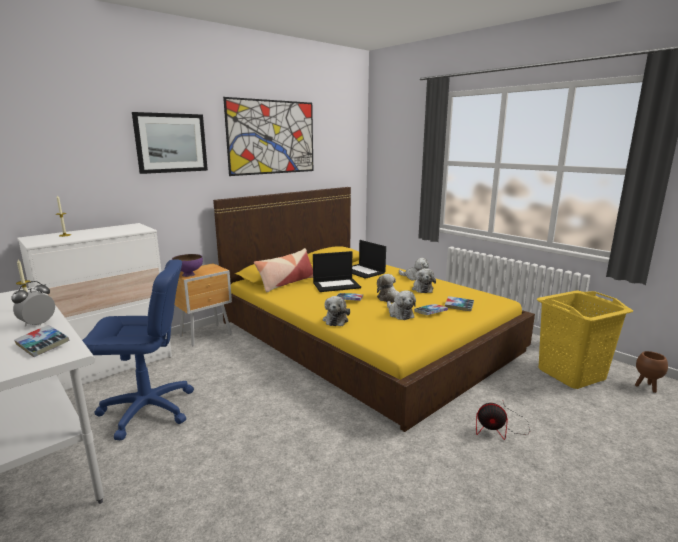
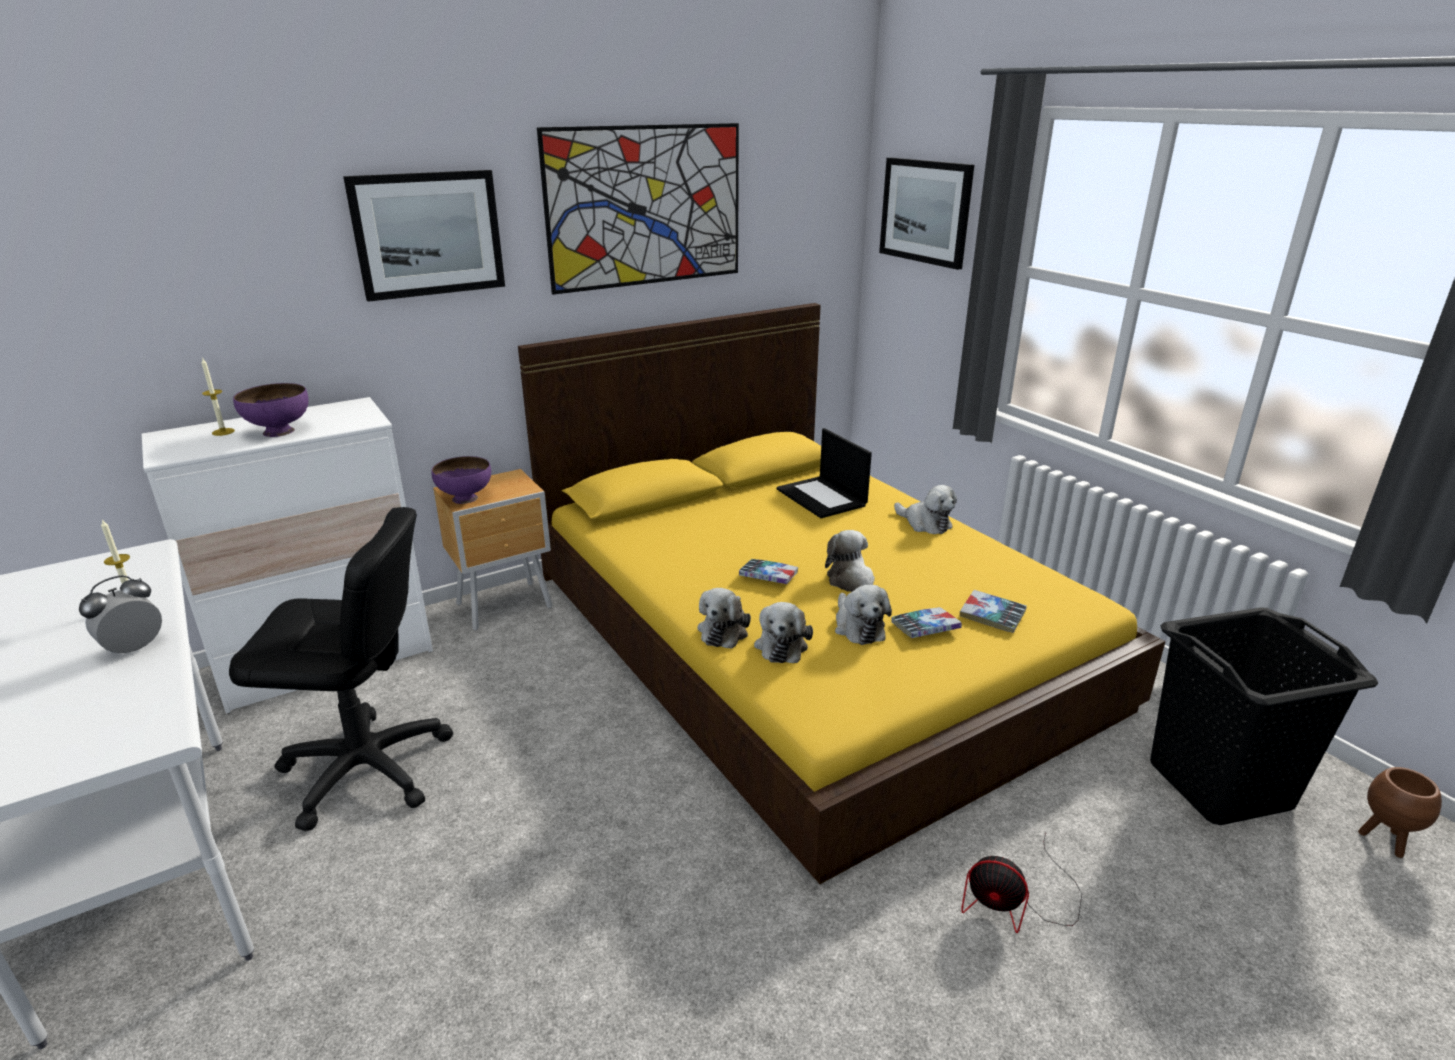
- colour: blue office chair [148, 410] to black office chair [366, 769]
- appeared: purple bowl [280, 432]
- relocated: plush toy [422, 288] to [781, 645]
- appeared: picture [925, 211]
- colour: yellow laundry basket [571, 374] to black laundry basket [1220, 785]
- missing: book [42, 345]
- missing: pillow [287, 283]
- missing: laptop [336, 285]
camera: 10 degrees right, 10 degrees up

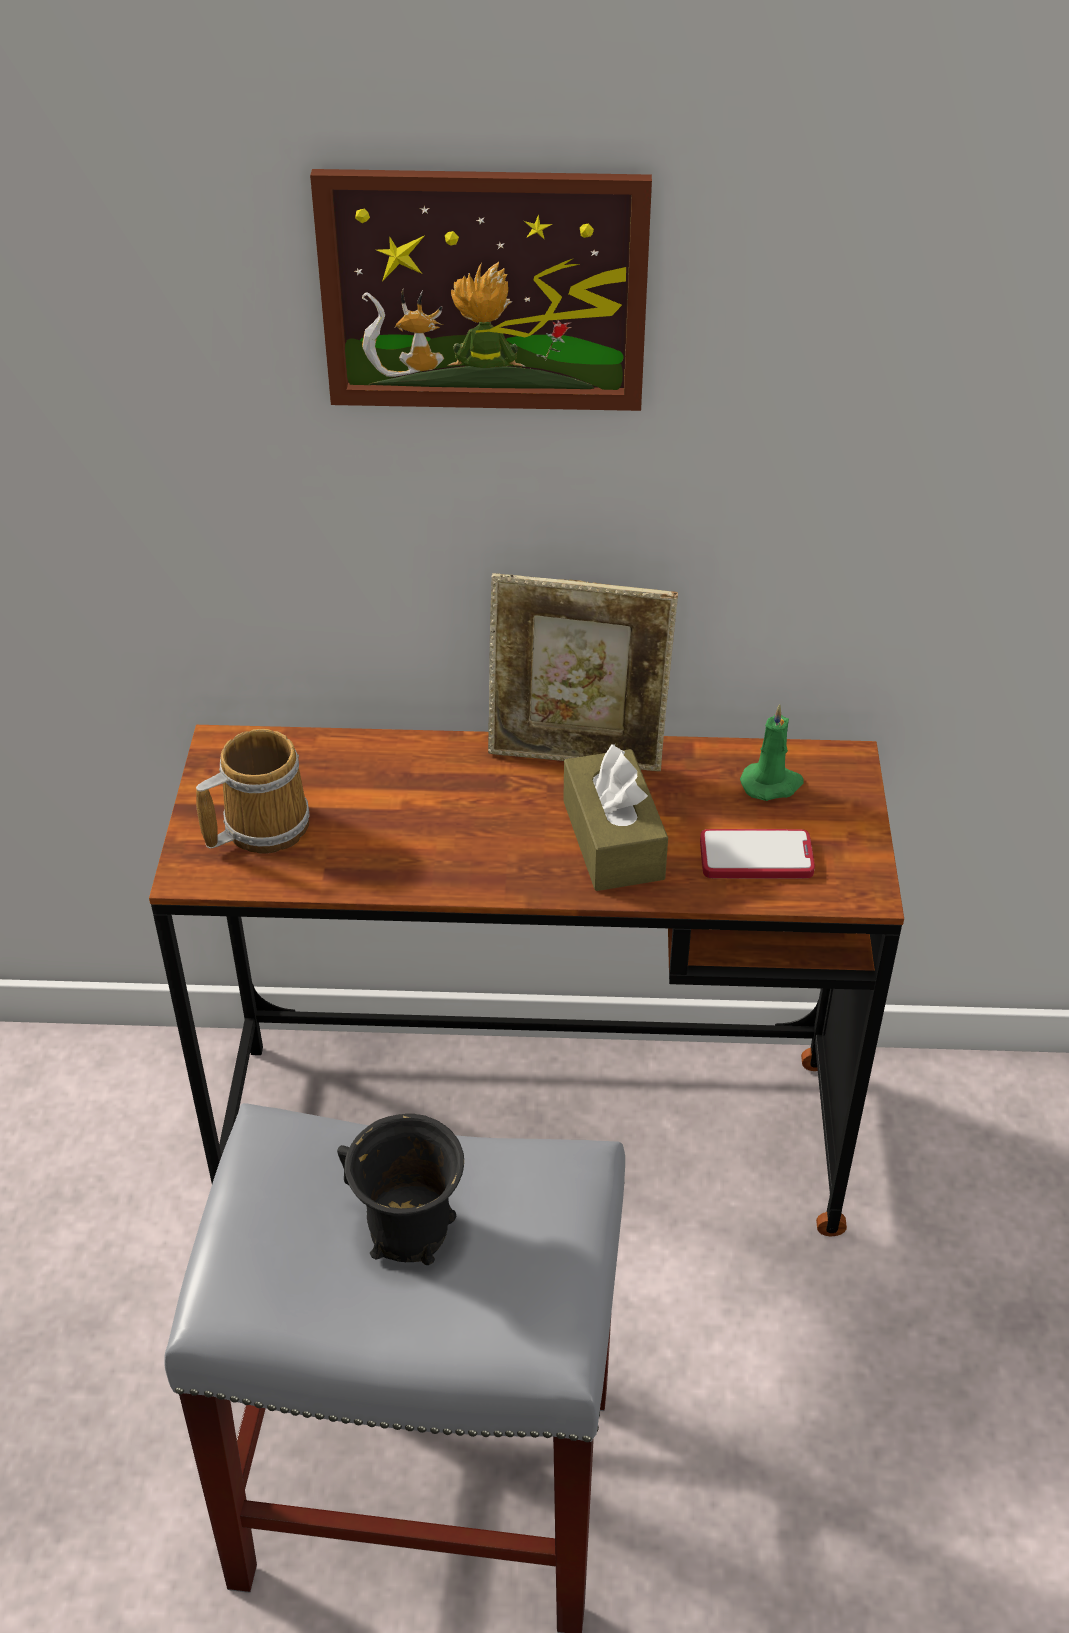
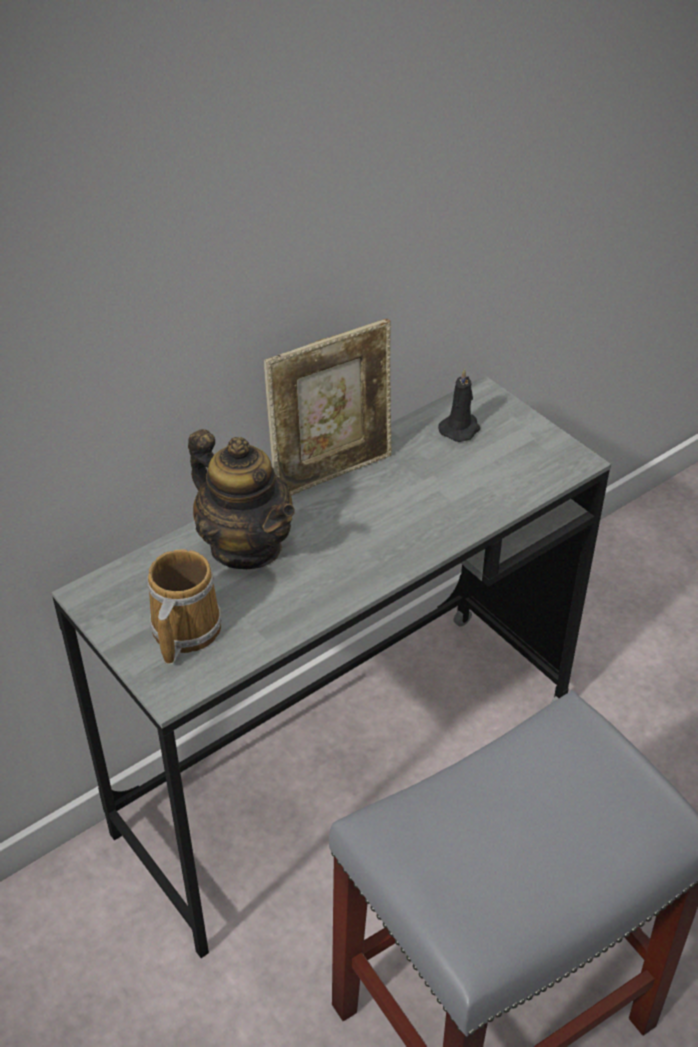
- colour: brown desk [531, 1136] to grey desk [347, 768]
- appeared: teapot [246, 546]
- colour: green candle [772, 784] to black candle [460, 428]
- missing: picture [484, 291]
- missing: black mug [408, 1231]
- missing: brown tissue box [613, 840]
- missing: phone [756, 857]
camera: 40 degrees left, 0 degrees up

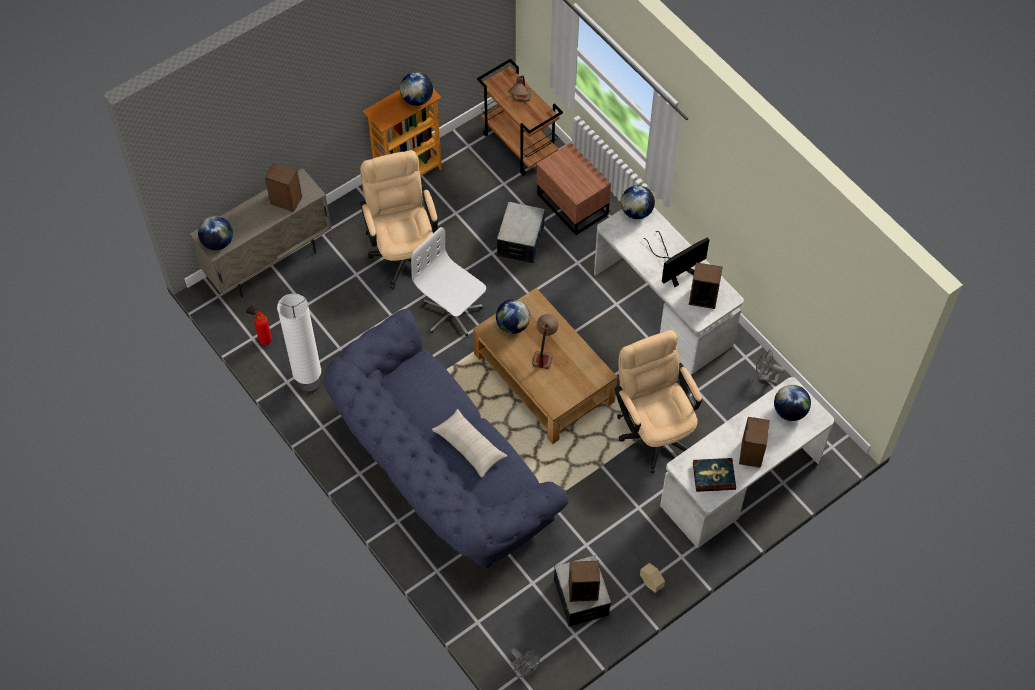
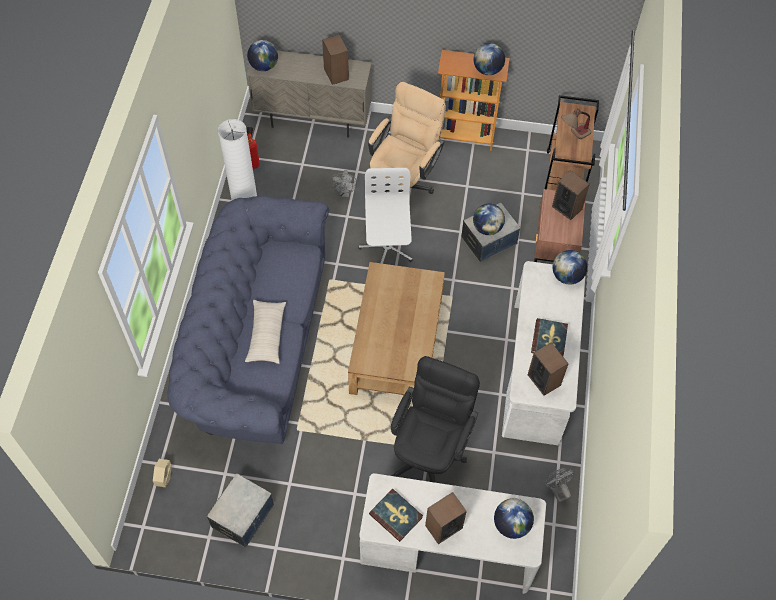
- relocated: beige planter [651, 583] to [164, 478]
- relocated: grey fan [524, 669] to [345, 193]
- colour: beige office chair [654, 430] to black office chair [430, 451]
- relocated: globe [513, 325] to [487, 228]
- exchanged: monitor [675, 267] to book [549, 339]
- relocated: speaker [583, 590] to [567, 207]
- missing: table lamp [544, 350]
camera: 45 degrees right, 0 degrees up

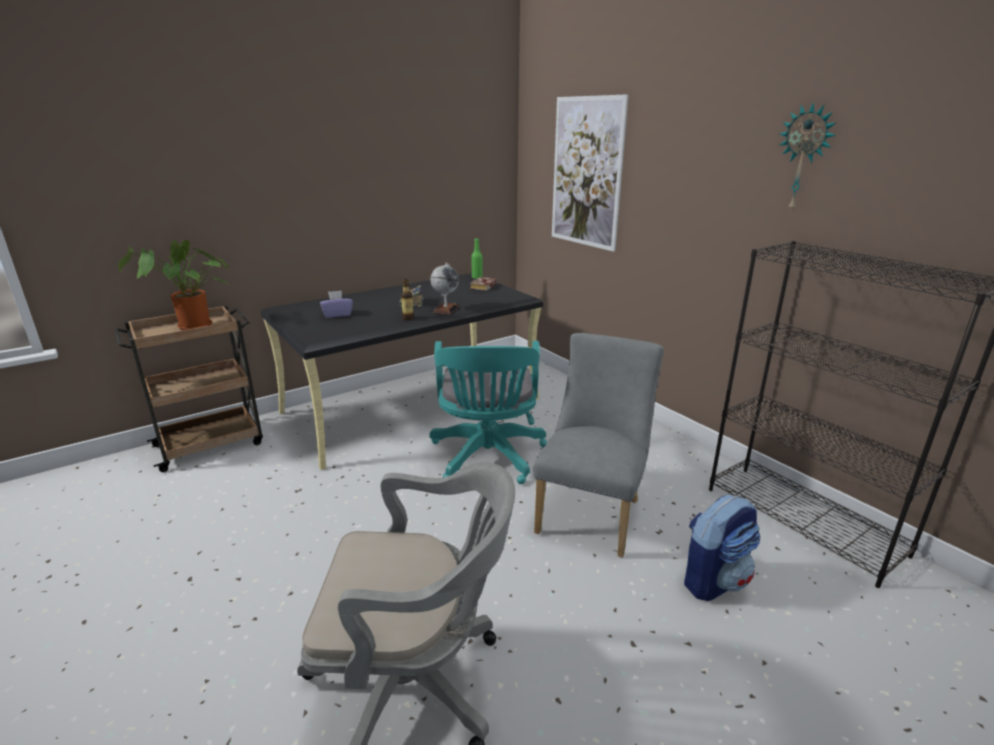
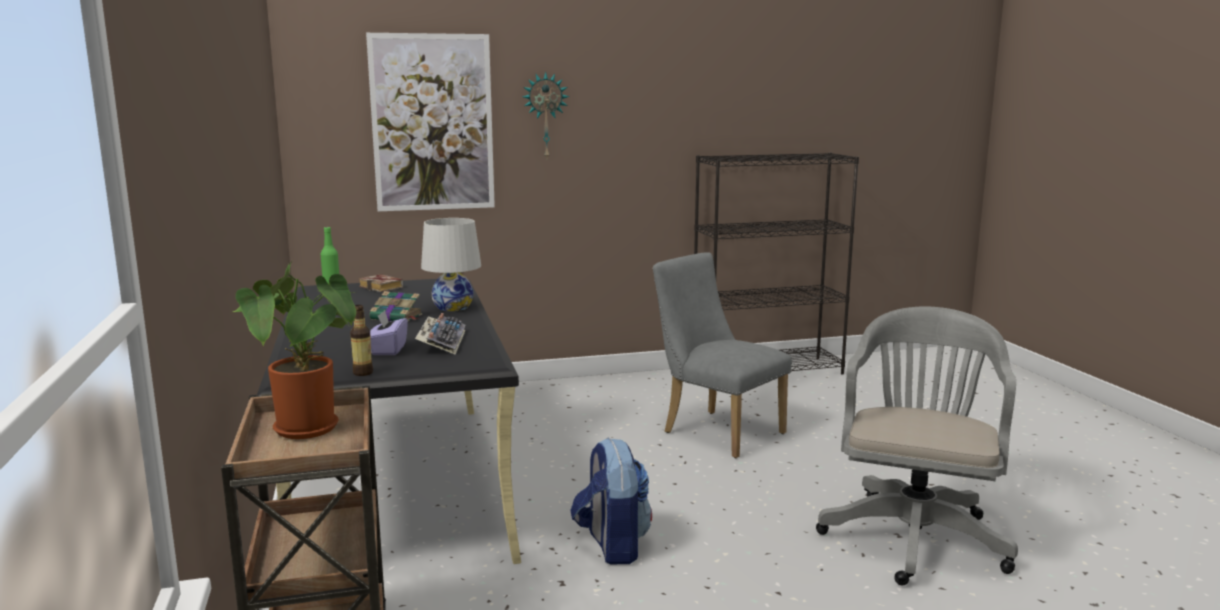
- relocated: bottle [408, 318] to [363, 373]
- appeared: keyboard [441, 342]
- exchanged: globe [445, 309] to white table lamp [453, 307]
- relocated: wall clock [803, 159] to [545, 116]
- relocated: backpack [714, 580] to [612, 546]
- missing: turquoise office chair [487, 458]
camera: 70 degrees left, 10 degrees down

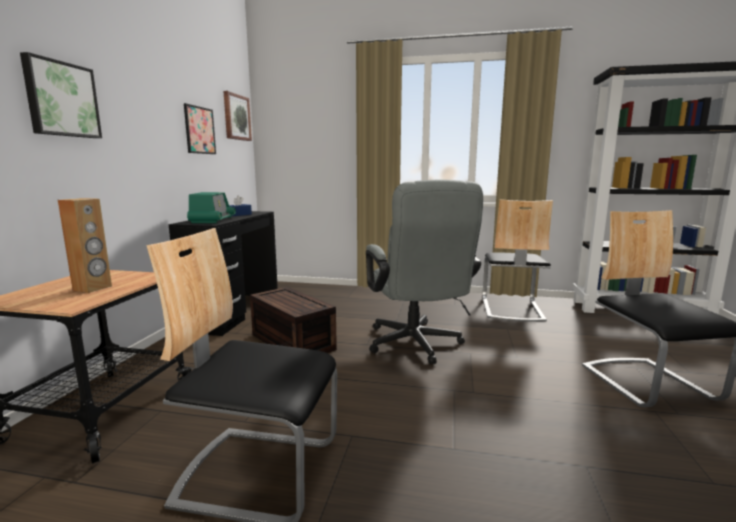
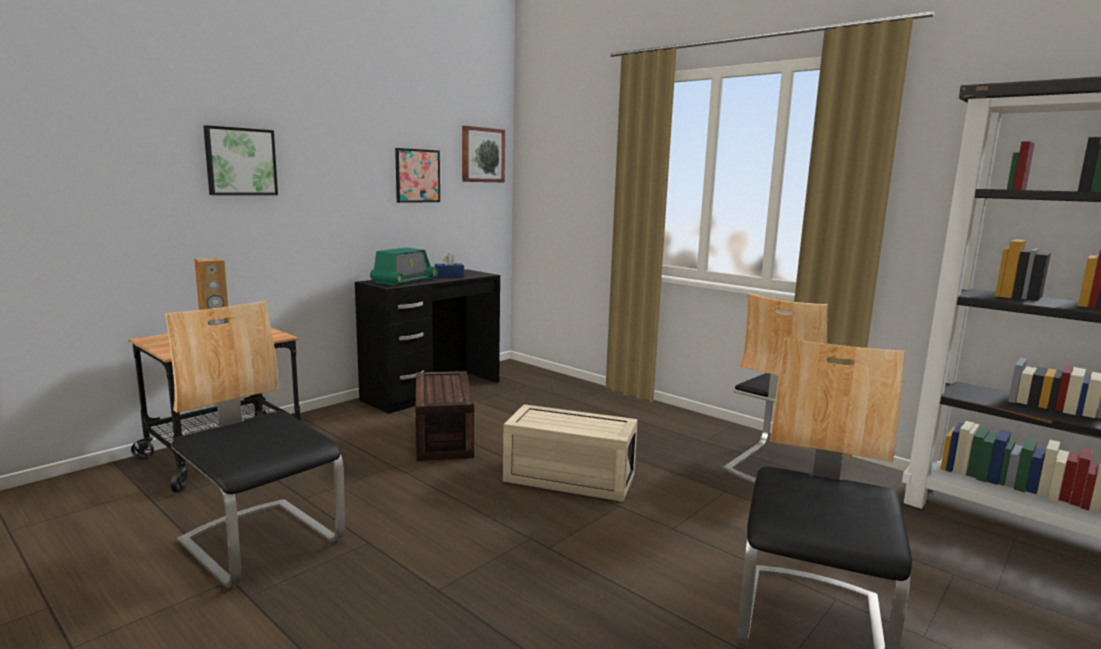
- exchanged: grey office chair [416, 346] to beige storage box [567, 478]
camera: 30 degrees right, 0 degrees up

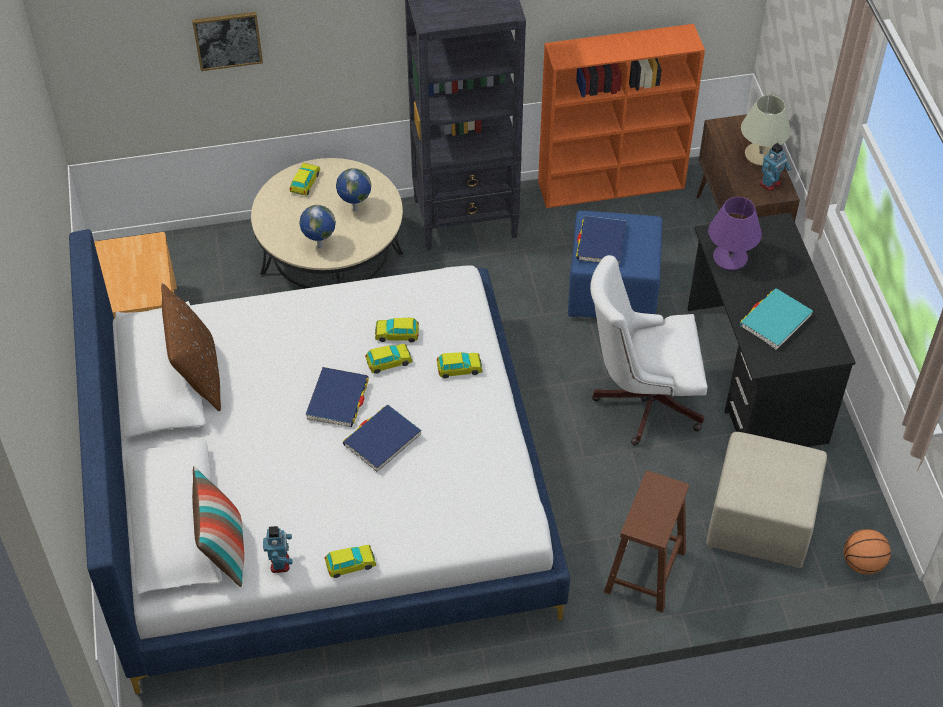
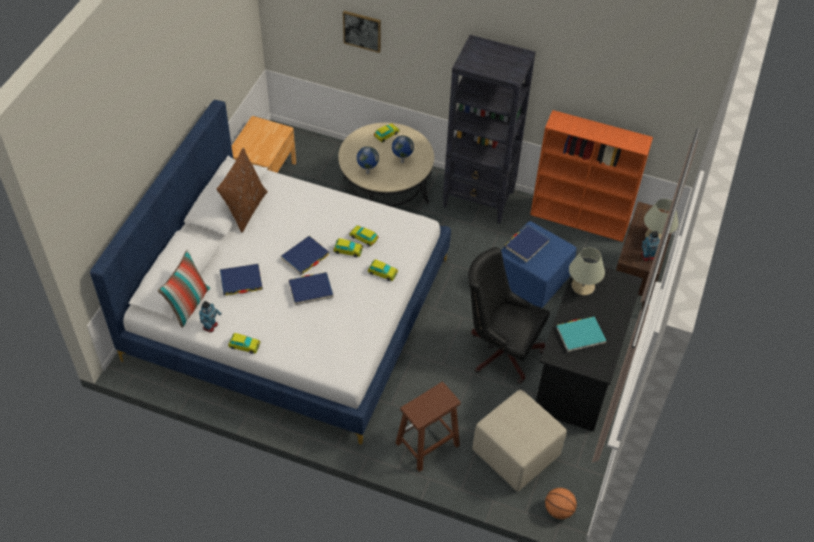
- appeared: blue book [241, 281]
- colour: white office chair [642, 400] to black office chair [500, 349]
- colour: purple table lamp [729, 258] to beige table lamp [582, 286]
camera: 30 degrees right, 0 degrees up

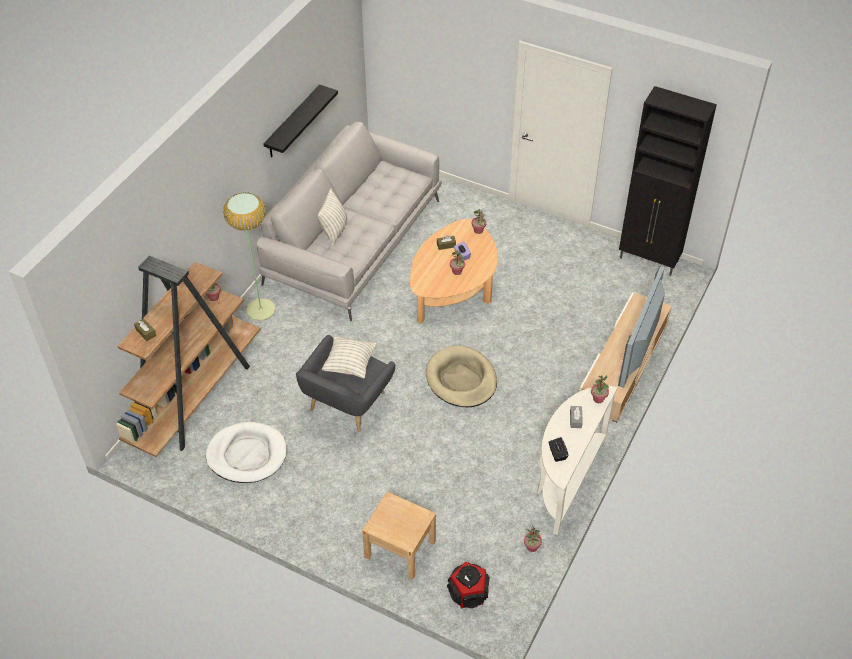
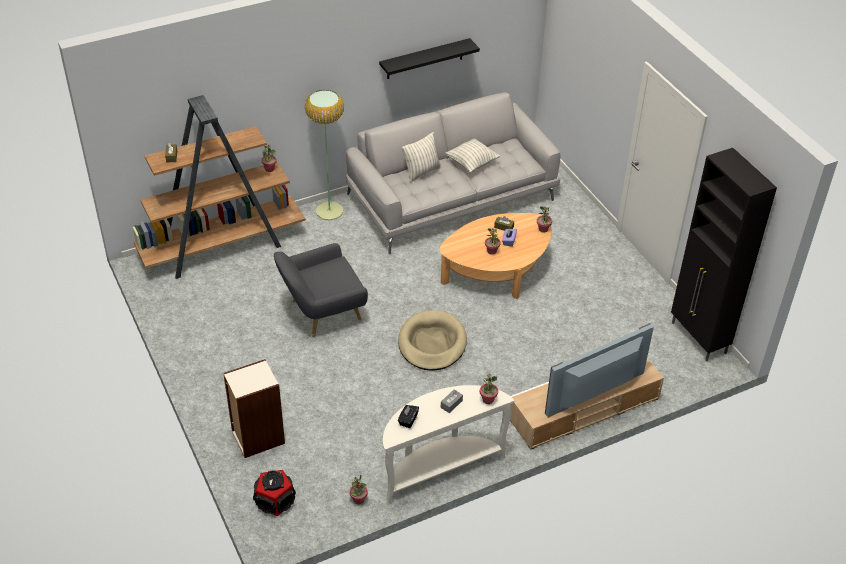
- exchanged: beige nightstand [400, 549] to bookcase [257, 437]
- relocated: pillow [350, 364] to [472, 163]
- missing: white dog bed [247, 455]
camera: 35 degrees right, 5 degrees down

